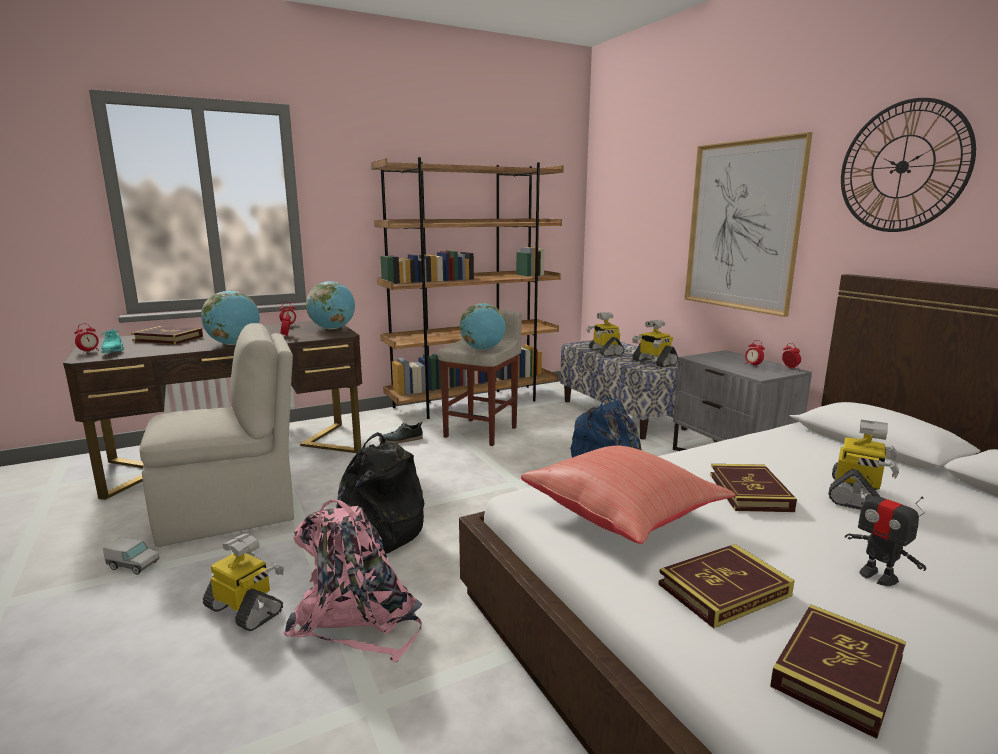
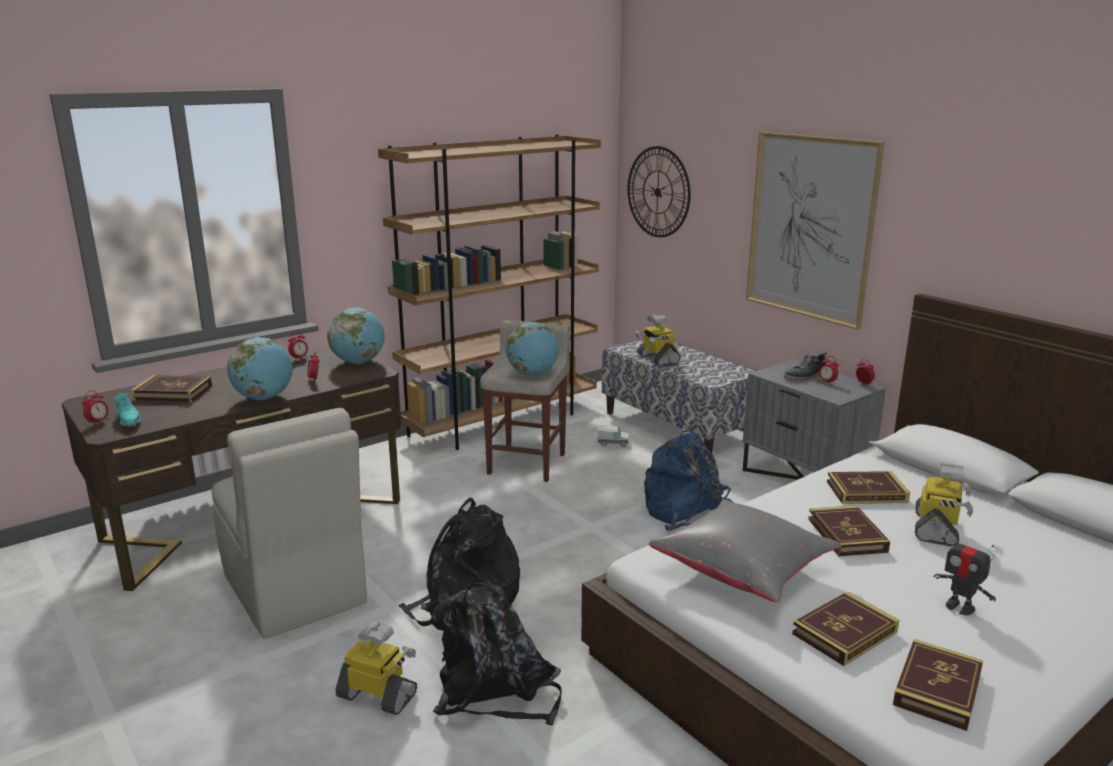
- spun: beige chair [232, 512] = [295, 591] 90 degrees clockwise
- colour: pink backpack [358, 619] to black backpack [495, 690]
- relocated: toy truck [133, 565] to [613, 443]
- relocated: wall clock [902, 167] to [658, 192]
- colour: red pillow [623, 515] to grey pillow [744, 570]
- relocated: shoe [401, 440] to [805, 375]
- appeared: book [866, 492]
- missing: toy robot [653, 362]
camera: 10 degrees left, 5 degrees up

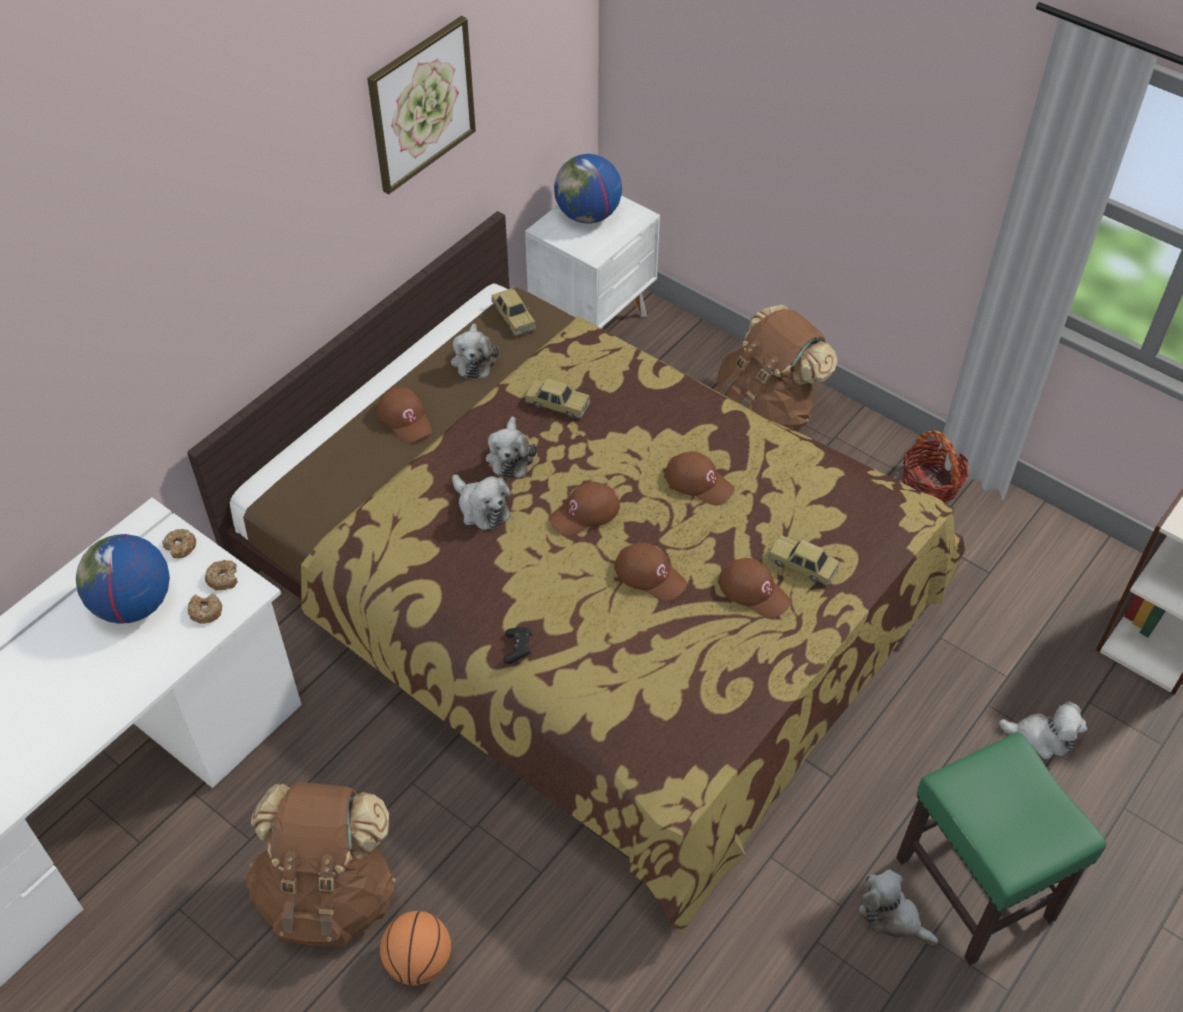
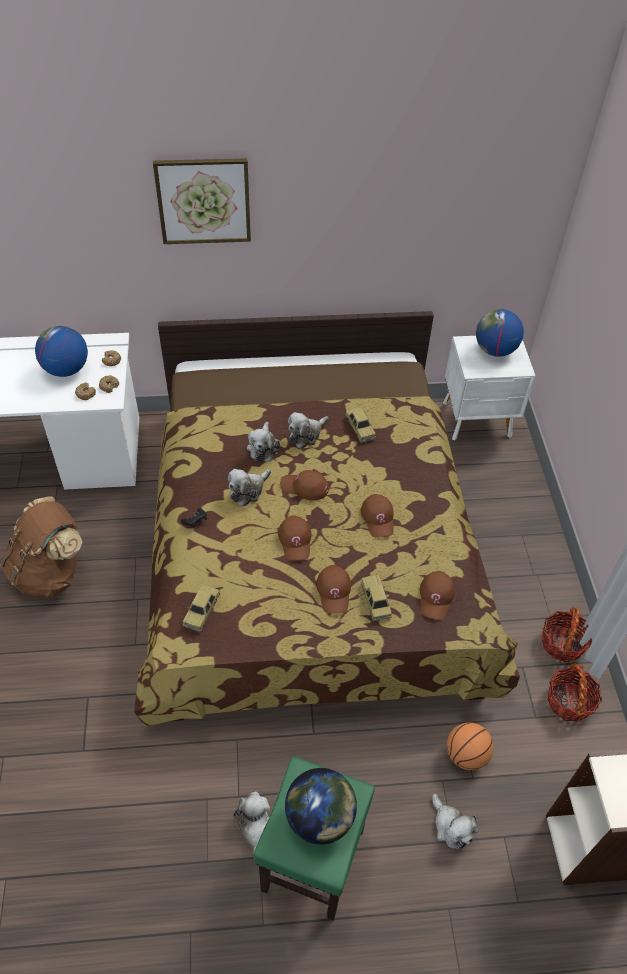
- relocated: picture [421, 104] to [203, 201]
- relocated: toy car [513, 317] to [202, 610]
- relocated: plush toy [474, 360] to [248, 490]
- appeared: globe [320, 817]
- relocated: brown cap [405, 418] to [436, 597]
- relocated: basketball [419, 961] to [466, 755]
- appeared: basket [569, 701]
- missing: brown backpack [765, 412]
camera: 45 degrees right, 0 degrees up

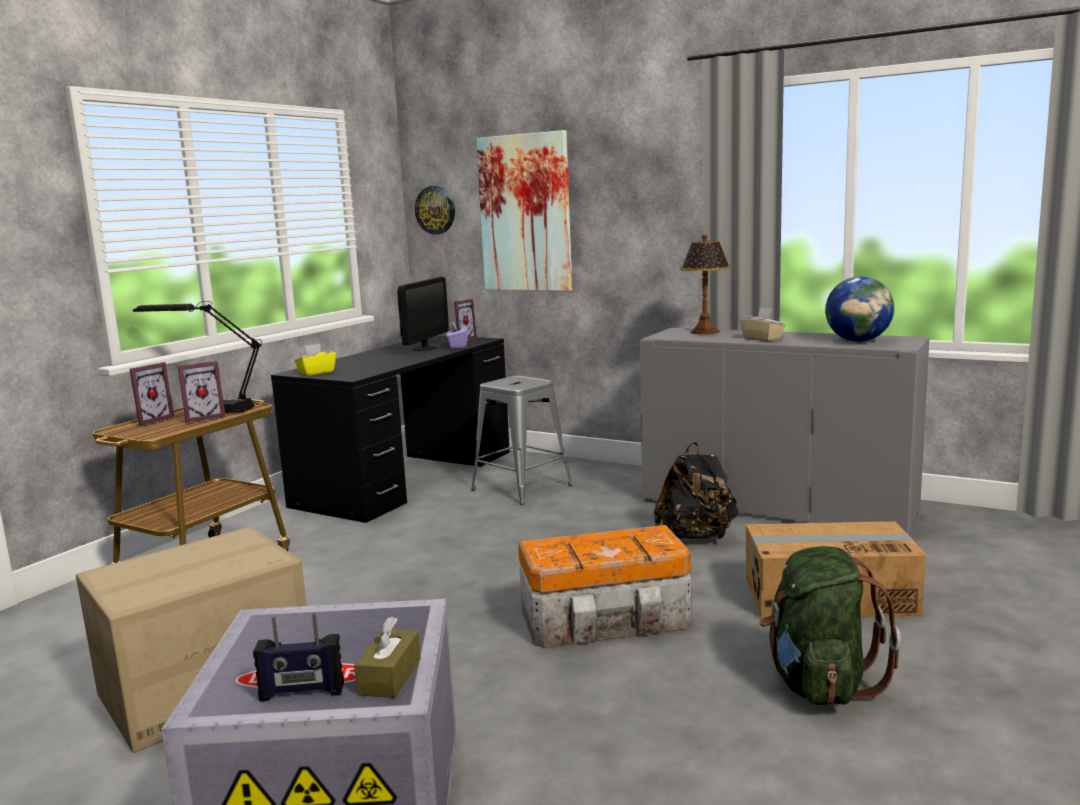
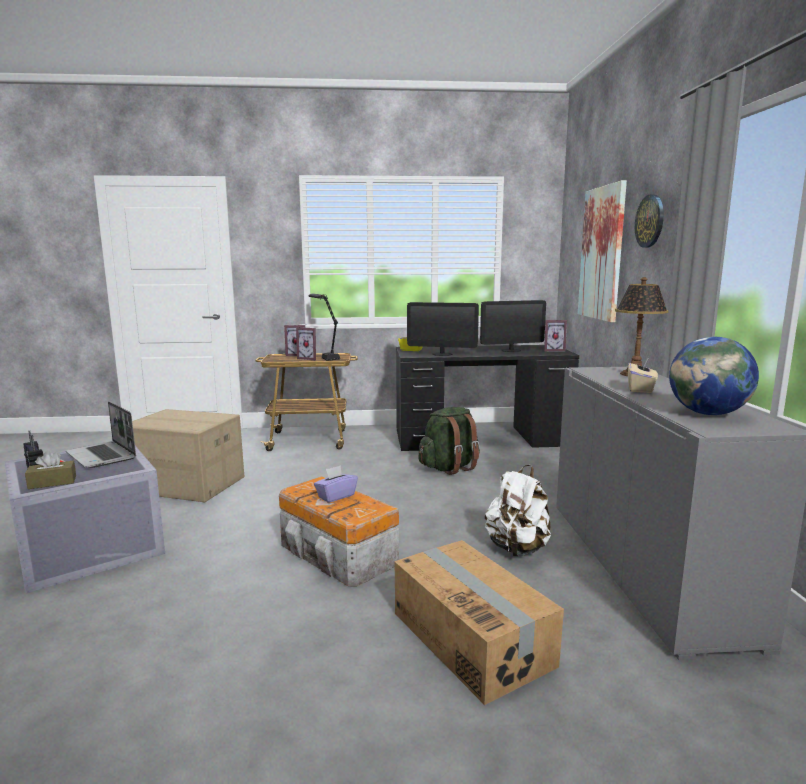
- appeared: laptop [102, 456]
- relocated: purple tissue box [458, 346] to [336, 496]
- appeared: monitor [442, 354]
- relocated: green backpack [819, 684] to [449, 468]
- colour: black backpack [696, 537] to white backpack [517, 549]
- relocated: wall clock [435, 210] to [650, 221]
- missing: grey stool [521, 487]
camera: 55 degrees right, 0 degrees up

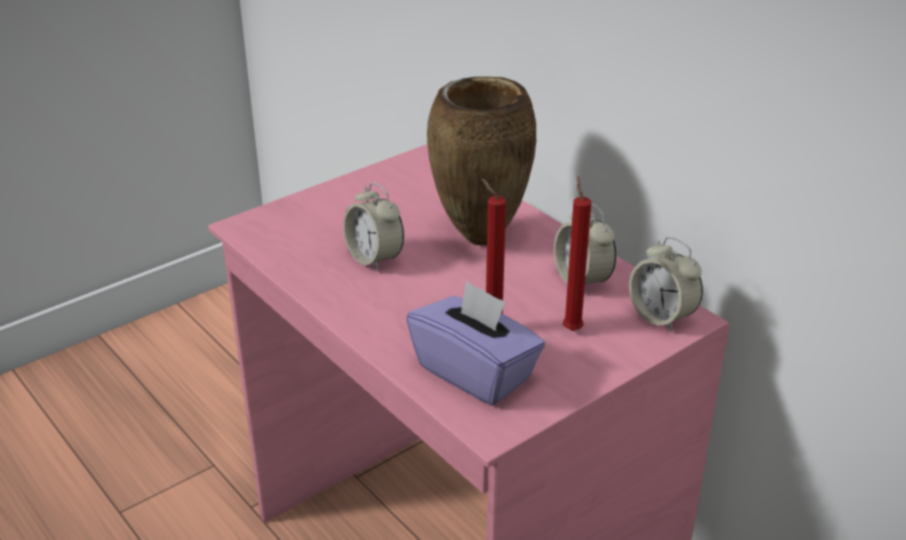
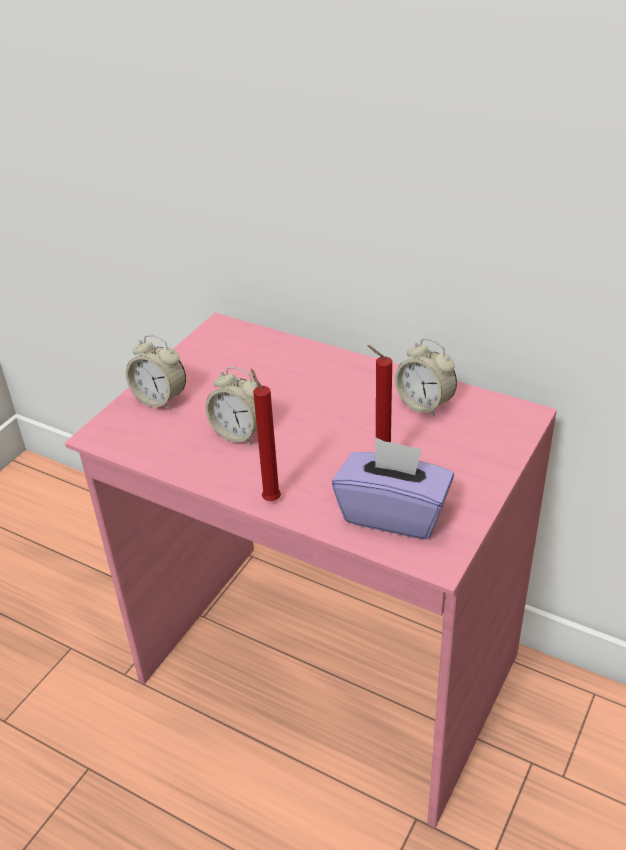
- relocated: alarm clock [661, 317] to [160, 399]
- relocated: red candle [571, 328] to [270, 498]
- missing: brown vase [478, 238]
camera: 20 degrees left, 5 degrees up

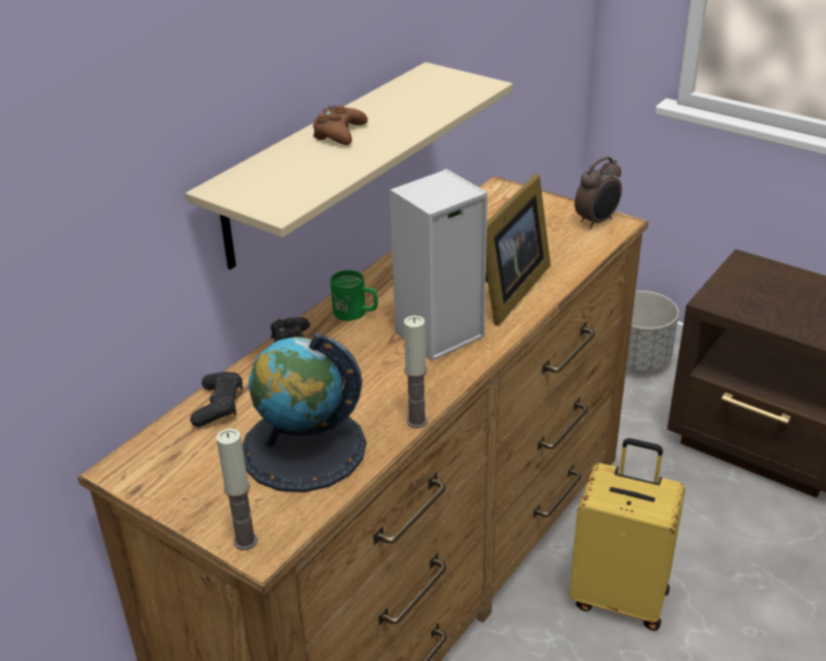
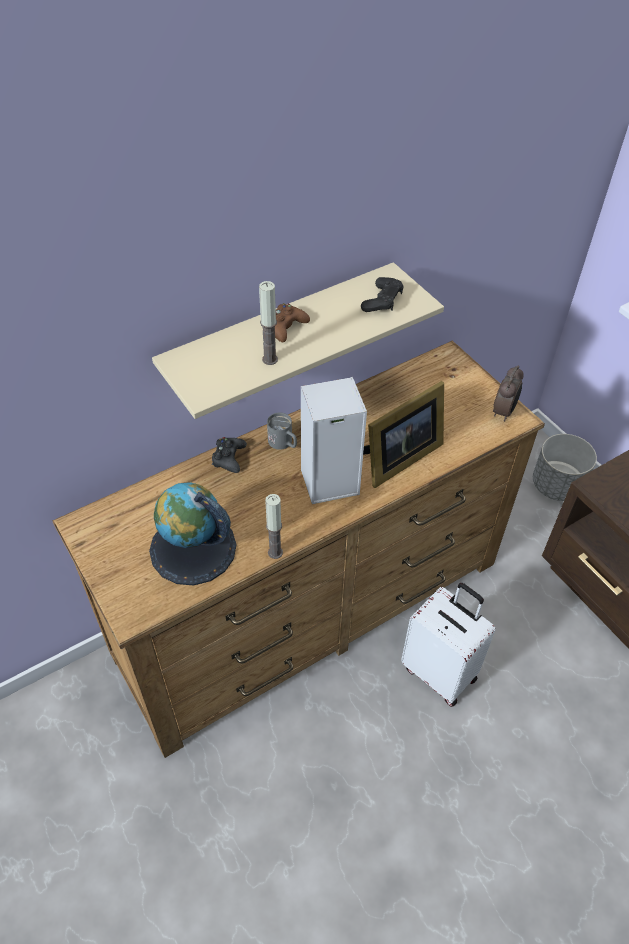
- relocated: candle [245, 541] to [270, 359]
- colour: green mug [356, 313] to grey mug [284, 443]
- relocated: black game controller [219, 406] to [382, 301]
- colour: yellow suitcase [620, 597] to white suitcase [440, 672]
- spun: alarm clock [597, 221] = [504, 411] 45 degrees counterclockwise
camera: 20 degrees right, 15 degrees up

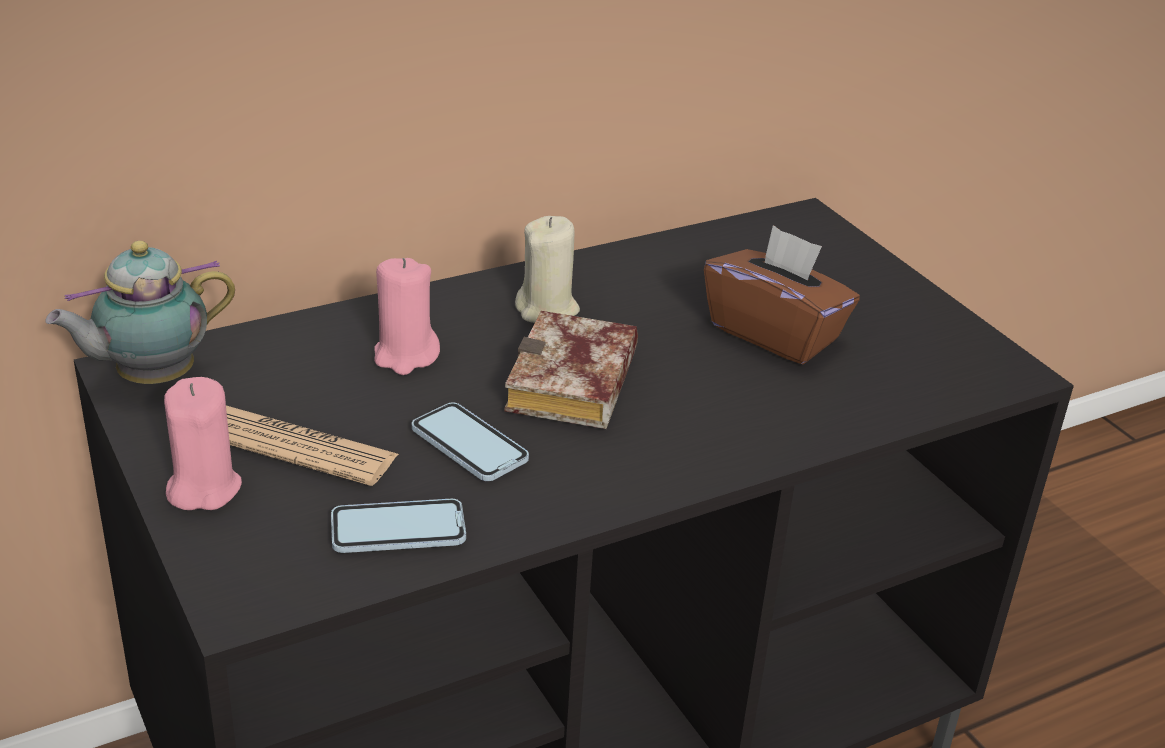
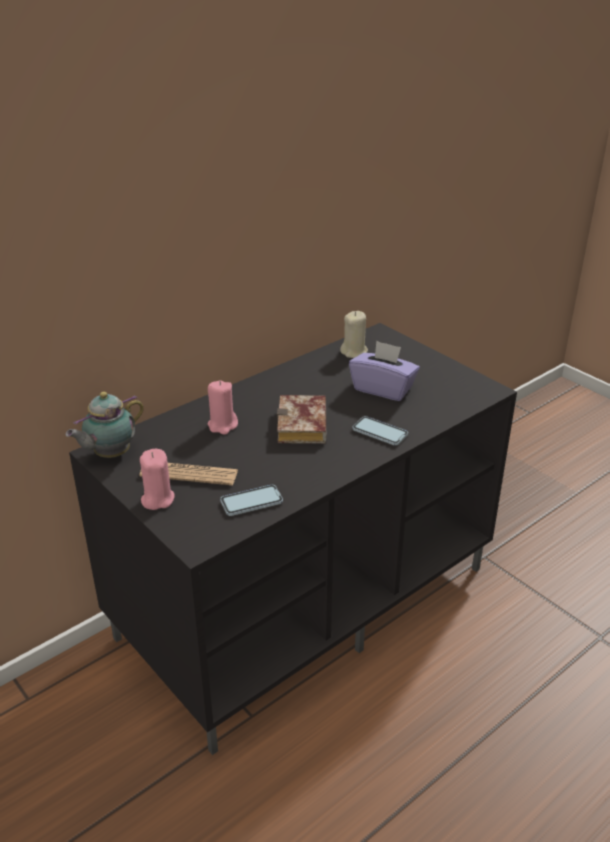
- relocated: beige candle [547, 310] to [354, 352]
- colour: brown tissue box [775, 333] to purple tissue box [383, 389]
- relocated: phone [469, 445] to [380, 432]
camera: 10 degrees left, 0 degrees up

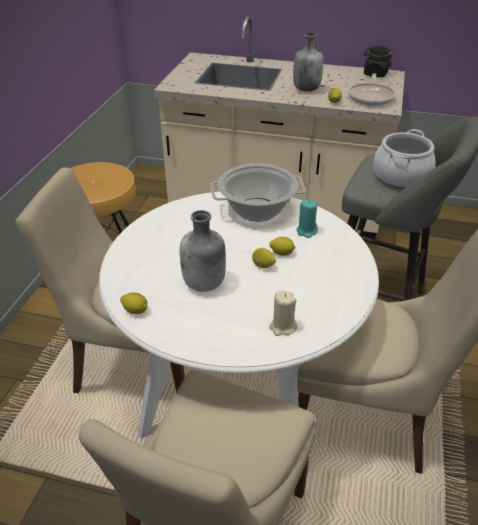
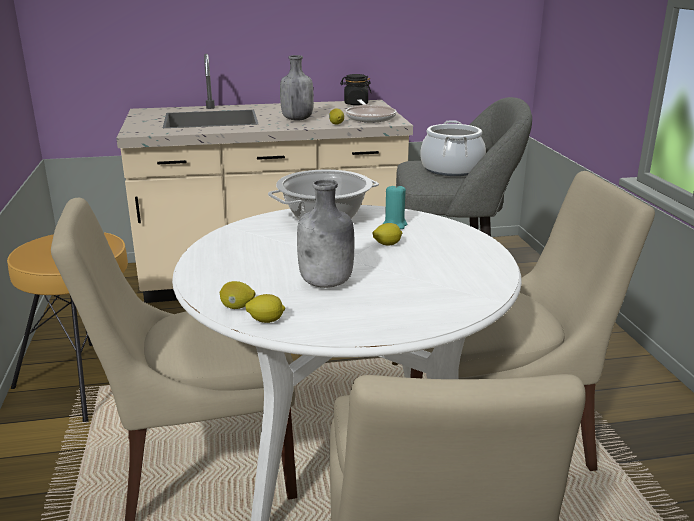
- relocated: lemon [263, 265] to [237, 307]
- missing: beige candle [282, 327]
camera: 25 degrees left, 15 degrees down

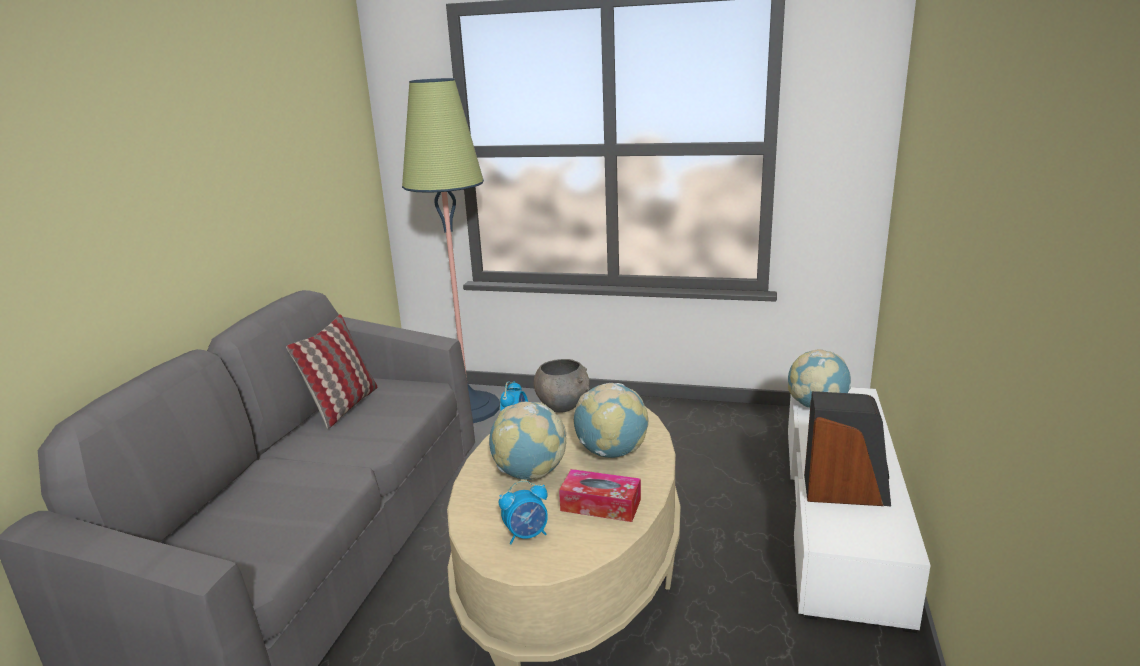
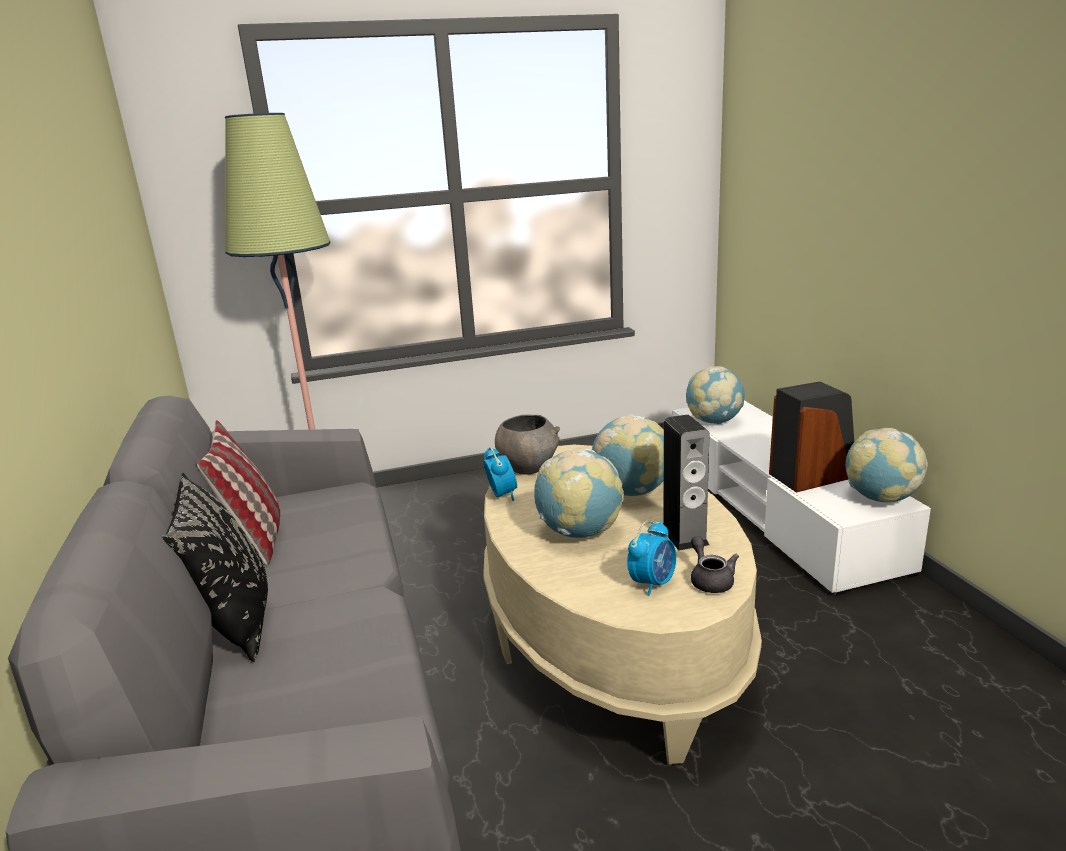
- appeared: black pillow [236, 621]
- exchanged: tissue box [600, 505] to speaker [684, 536]
- appeared: grey teapot [710, 579]
- appeared: globe [880, 498]
camera: 30 degrees left, 0 degrees up

